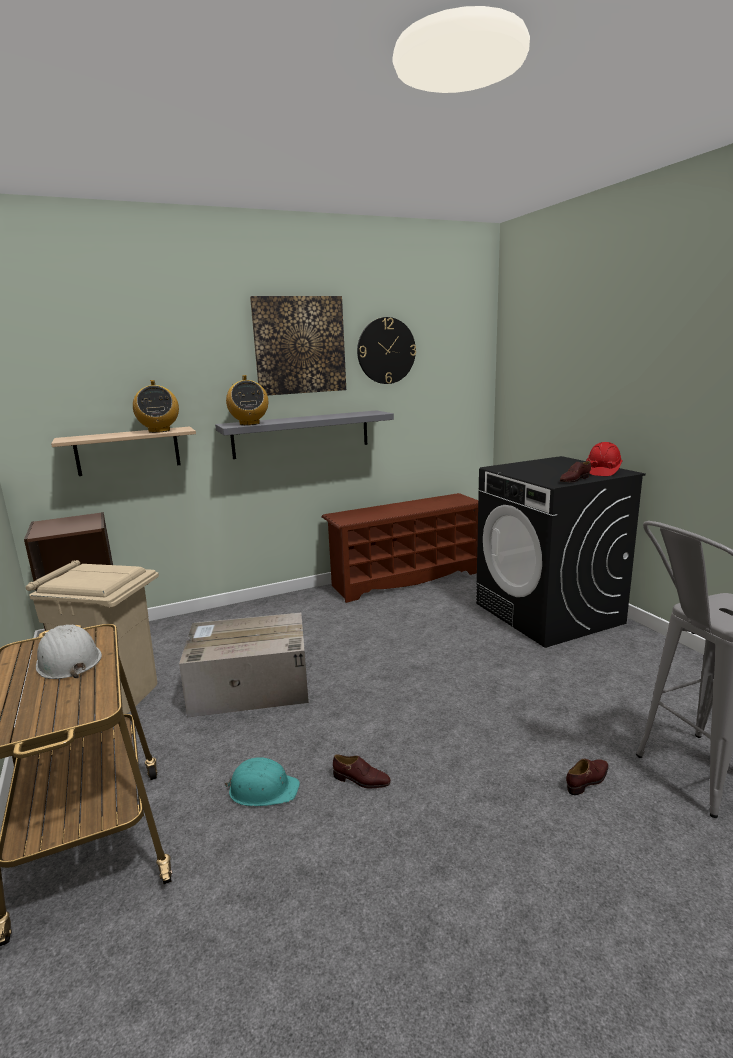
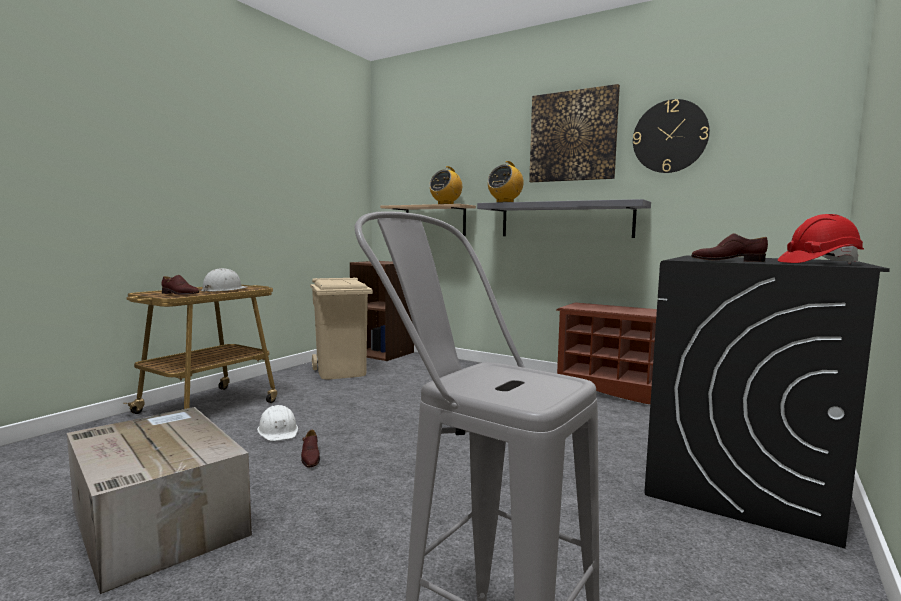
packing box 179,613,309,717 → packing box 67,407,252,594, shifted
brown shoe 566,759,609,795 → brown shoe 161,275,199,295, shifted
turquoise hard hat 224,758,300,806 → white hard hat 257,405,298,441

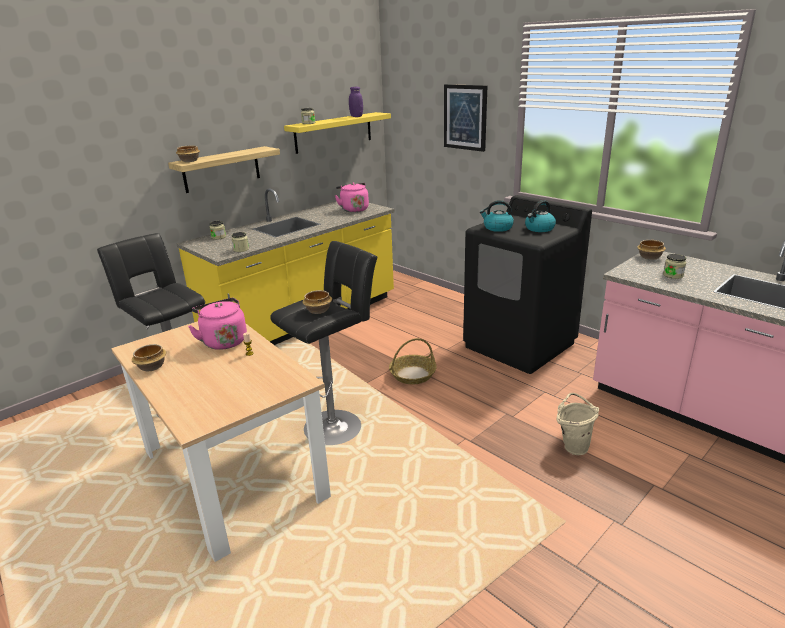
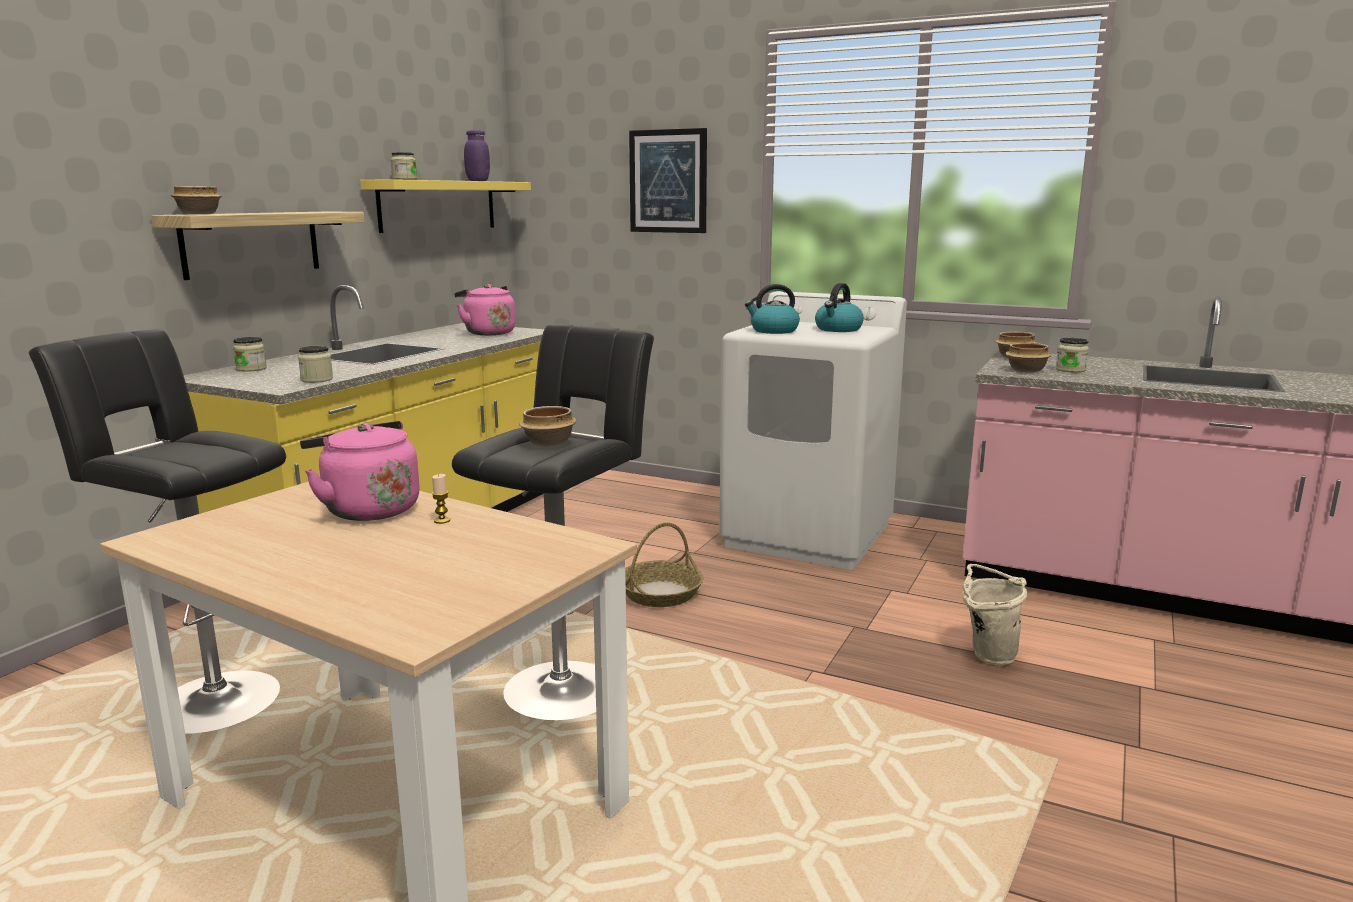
serving bowl 132,344,167,371 → serving bowl 1005,343,1052,372, shifted
blackish laundry appliance 463,195,592,374 → white laundry appliance 719,291,907,570

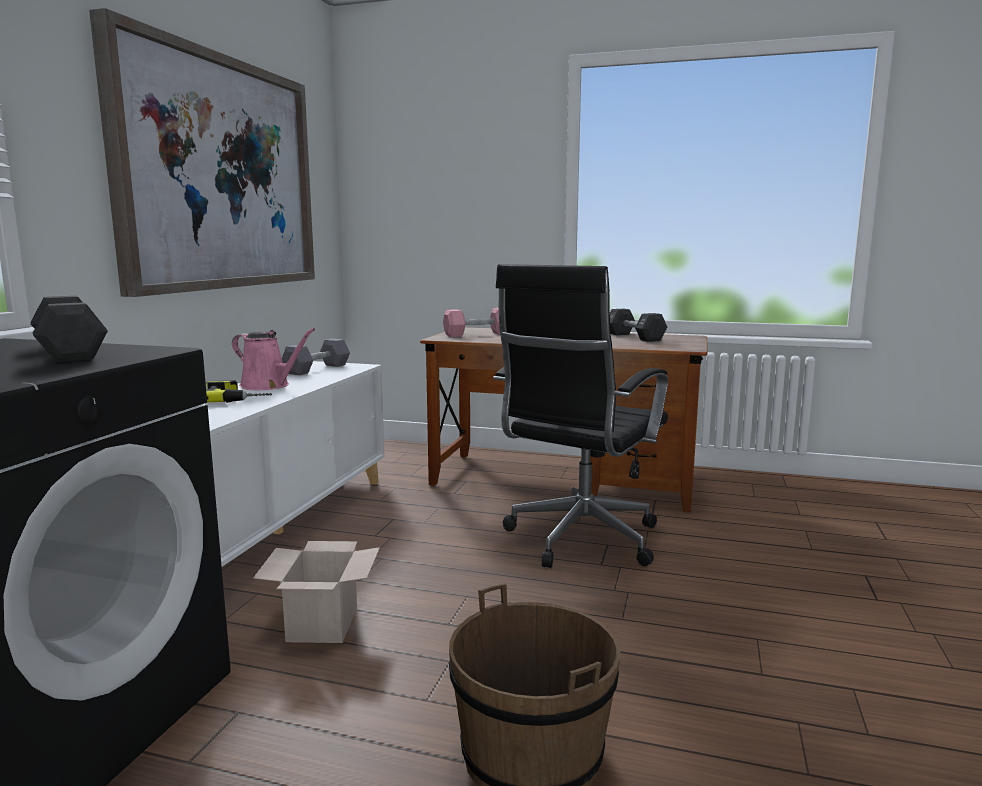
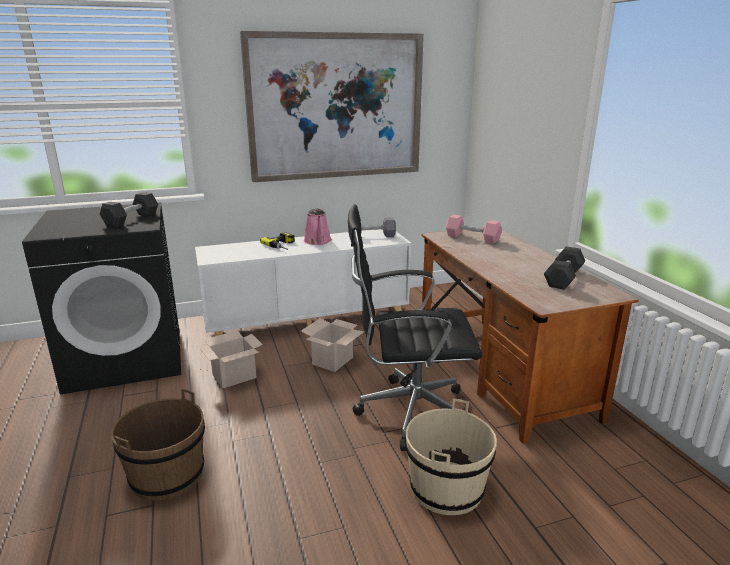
- → packing box 301,318,364,372
- → sand-coloured water bucket 405,398,497,515

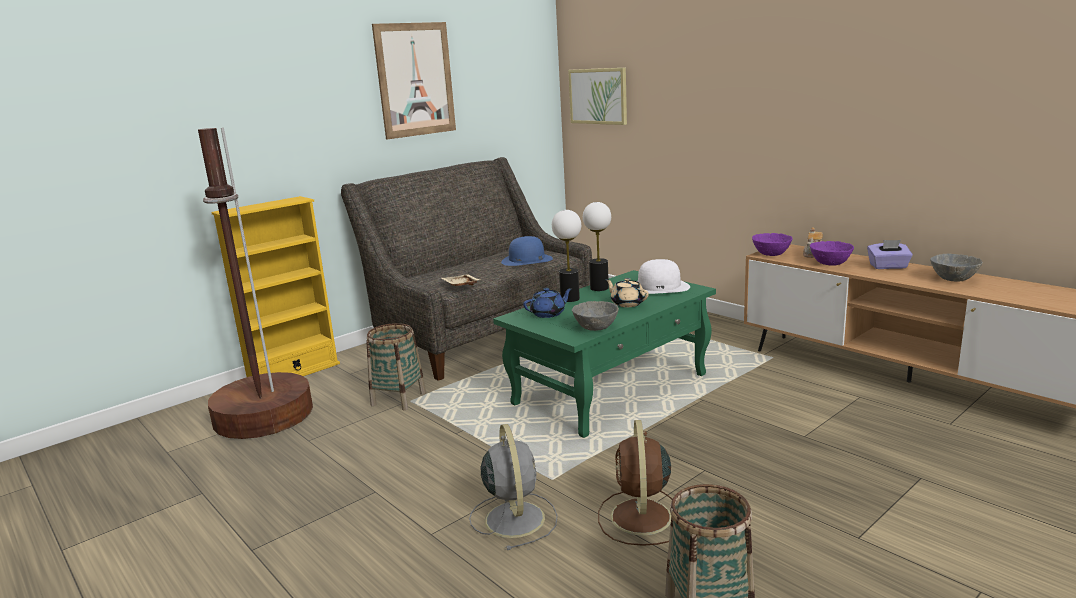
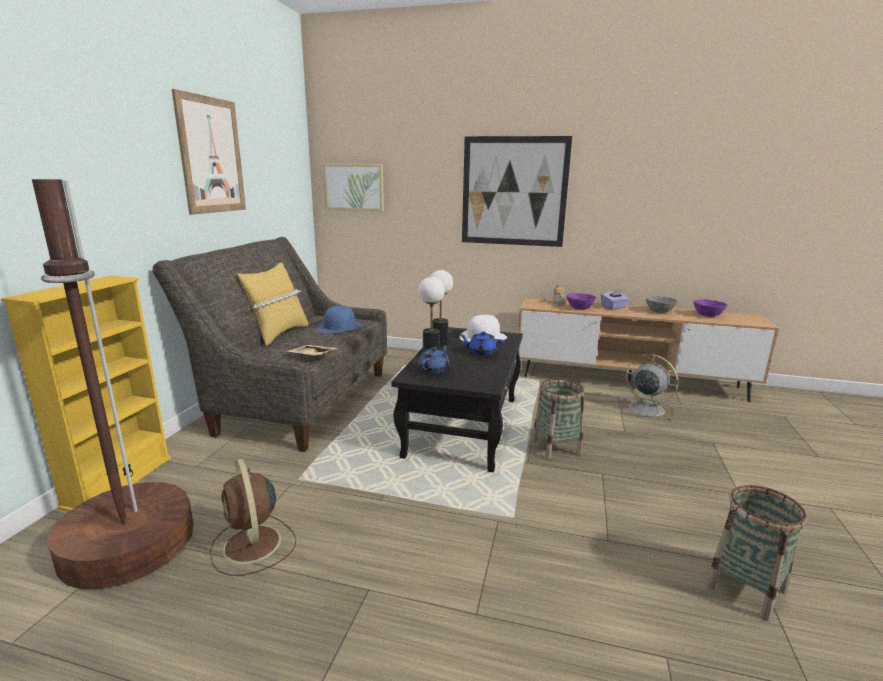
gray serving bowl 572,301,619,331 → -
- → yellowish pillow 238,262,308,346
- → picture 462,136,572,247
household basket 366,323,426,410 → household basket 532,379,584,460, shifted
gray fan 469,424,558,550 → gray fan 619,354,678,420, shifted
brown fan 598,420,672,546 → brown fan 210,458,296,576, shifted
purple-coloured serving bowl 752,233,793,256 → purple-coloured serving bowl 693,299,727,317, shifted
green lounge table 493,270,716,438 → blackish lounge table 391,327,523,472
sand-coloured teapot 605,278,649,307 → bluish teapot 459,331,504,356

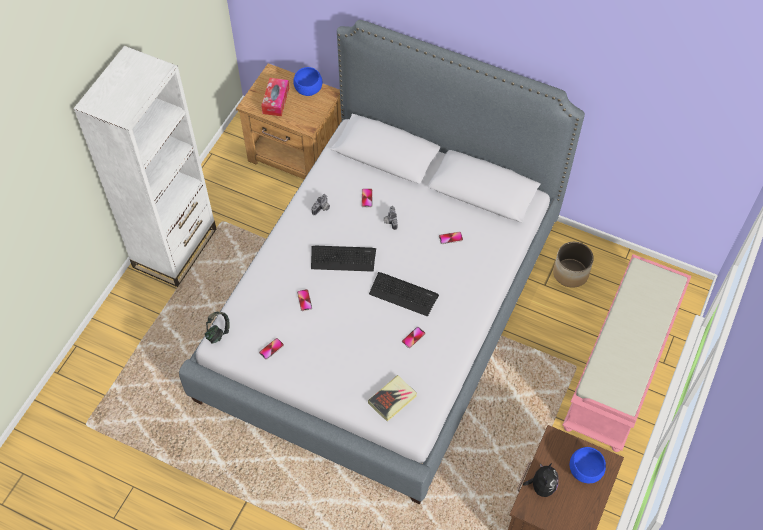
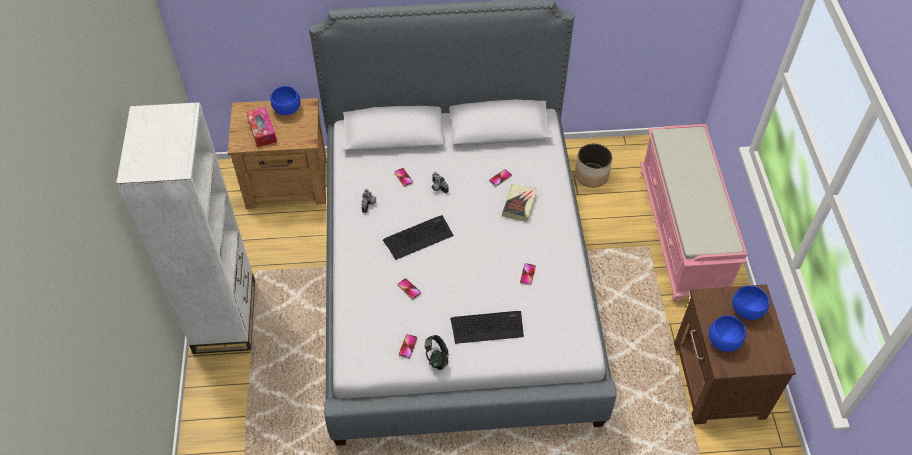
headset 205,312,230,344 → headset 425,335,449,370, shifted
volume 368,375,417,422 → volume 502,184,537,222, shifted
computer keyboard 369,272,439,317 → computer keyboard 450,311,524,344, shifted
cuddly toy 523,463,559,497 → bluish serving bowl 709,315,746,352

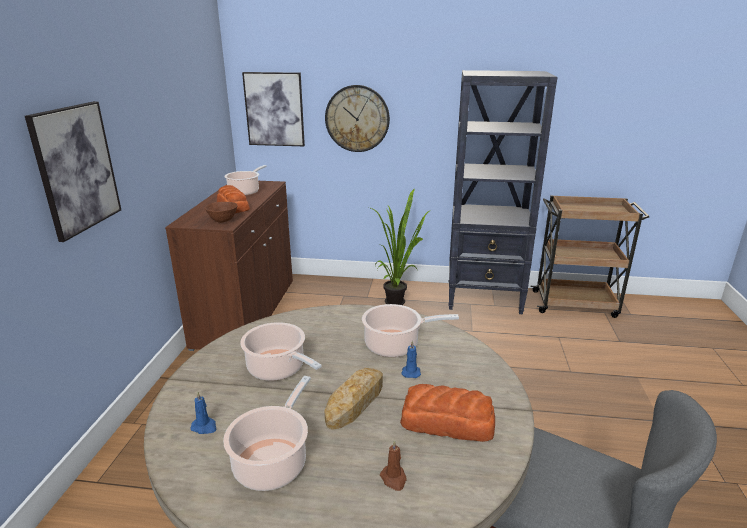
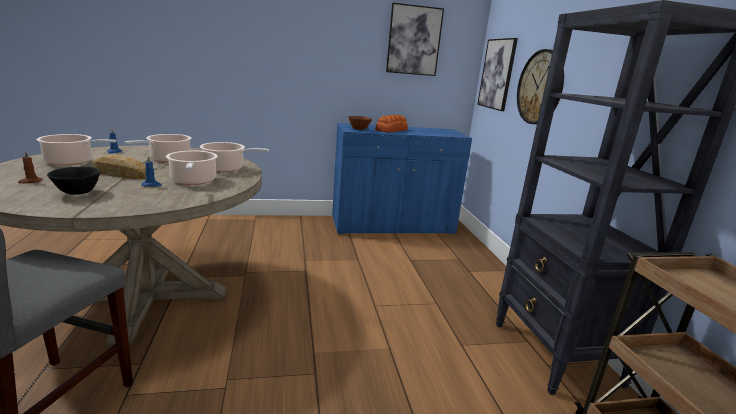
houseplant 369,189,431,305 → -
picture 25,101,121,242 → picture 386,3,444,76, shifted
stockpot 224,165,267,196 → stockpot 200,142,269,172, shifted
baked bread 400,384,495,442 → blackish serving bowl 47,167,101,195
brown cabinet 165,181,293,351 → bluish cabinet 332,123,472,234

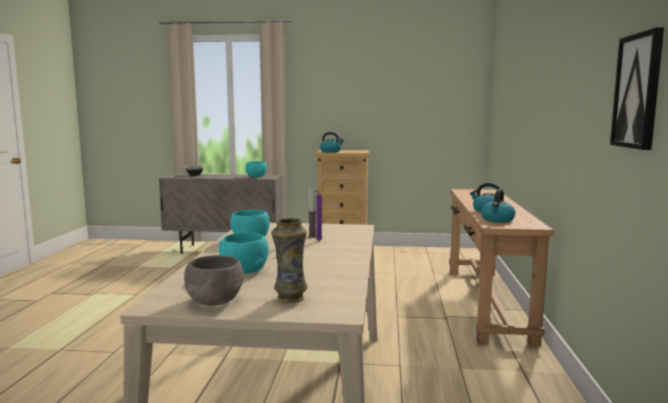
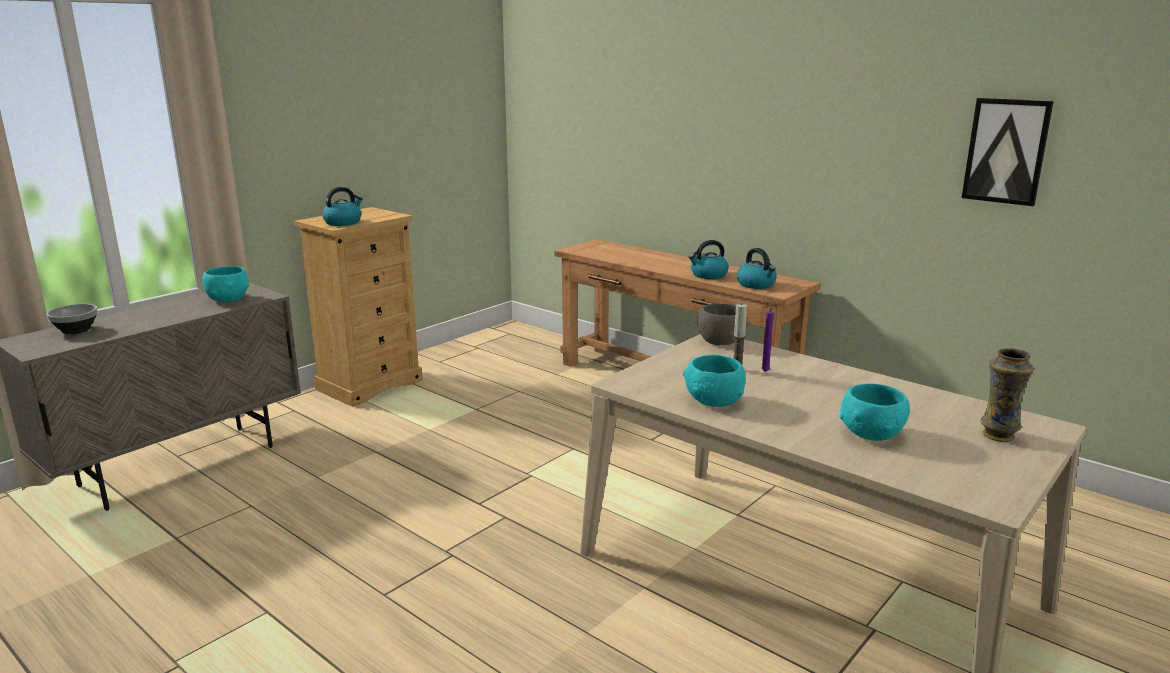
gray serving bowl 184,255,244,306 → gray serving bowl 697,303,749,345, shifted

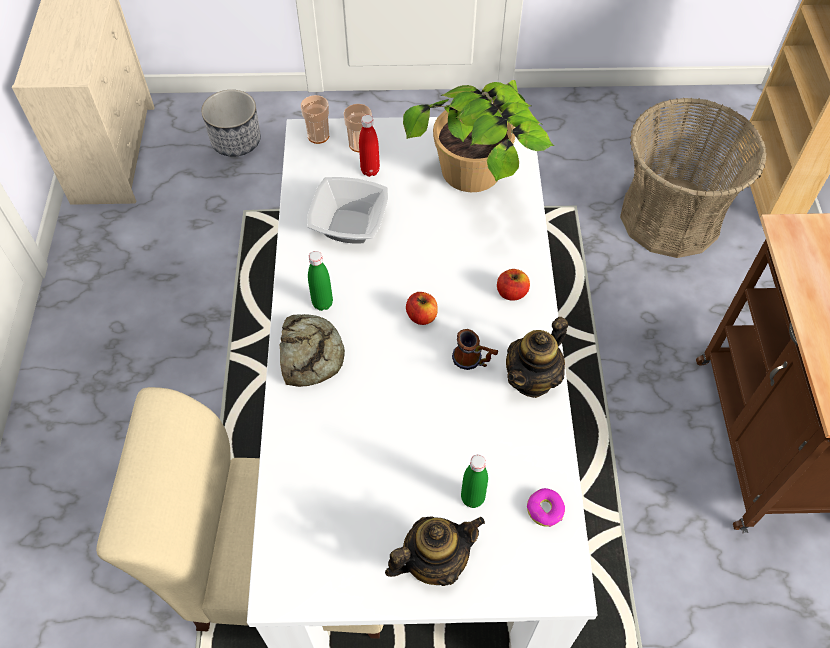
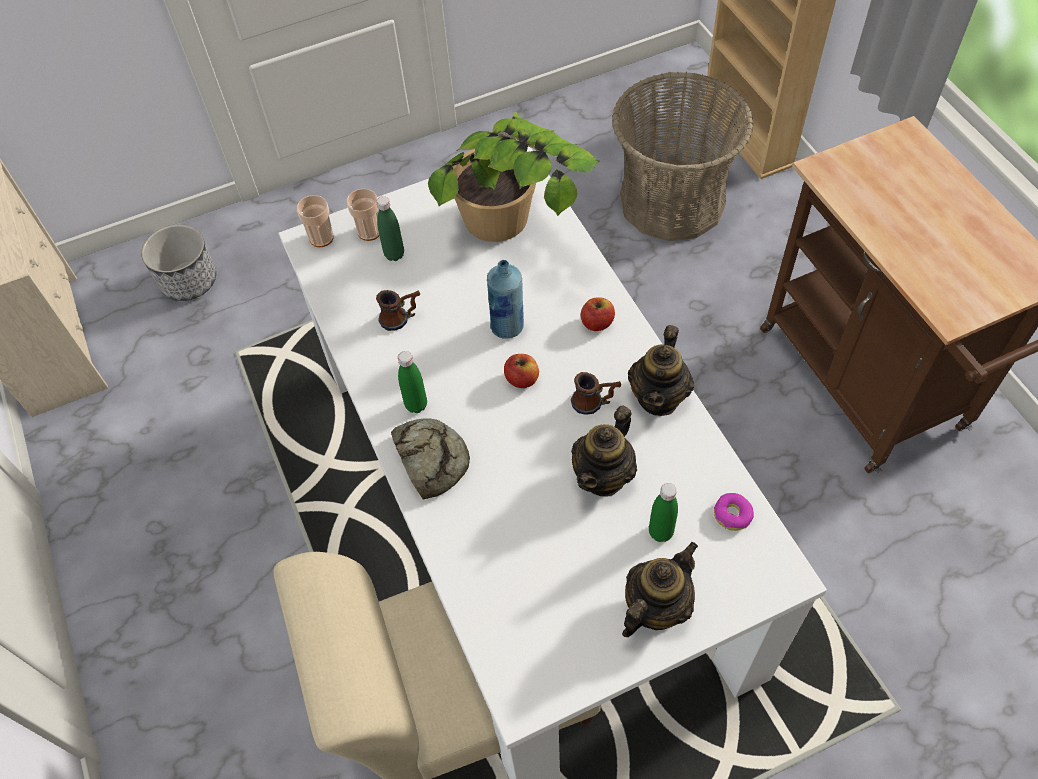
- → bluish drink bottle 487,260,524,339
- → teapot 571,405,637,497
serving bowl 307,177,388,244 → coffee mug 376,290,420,331
red-coloured drink bottle 359,115,380,177 → green drink bottle 376,196,404,261

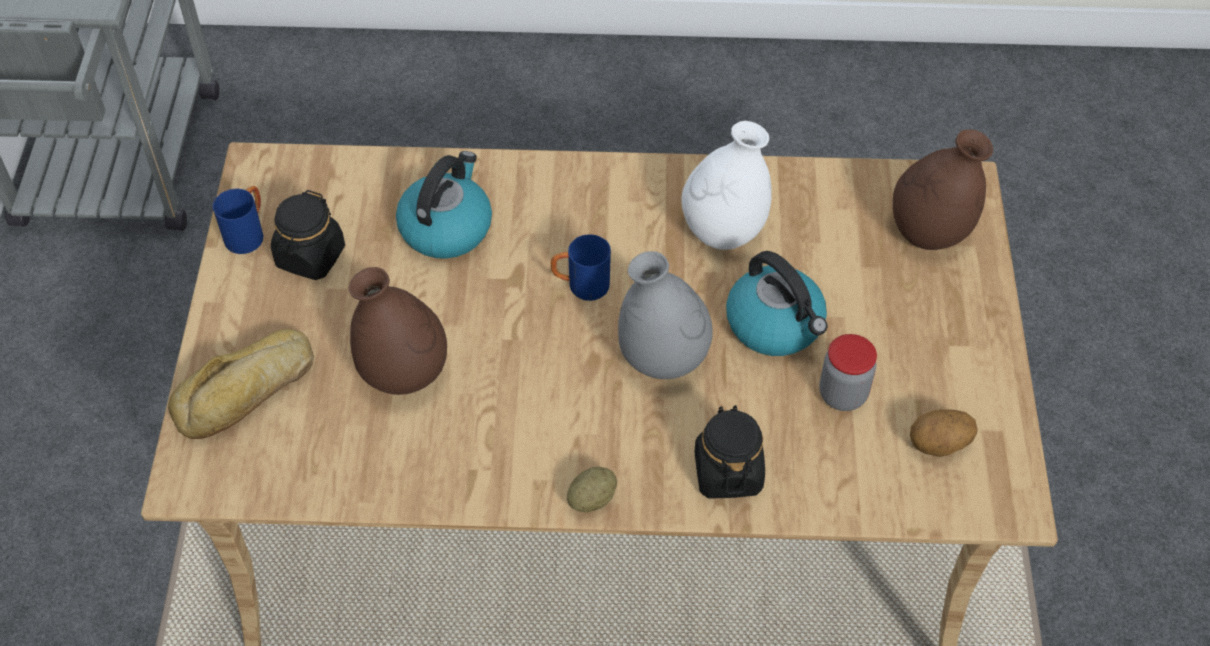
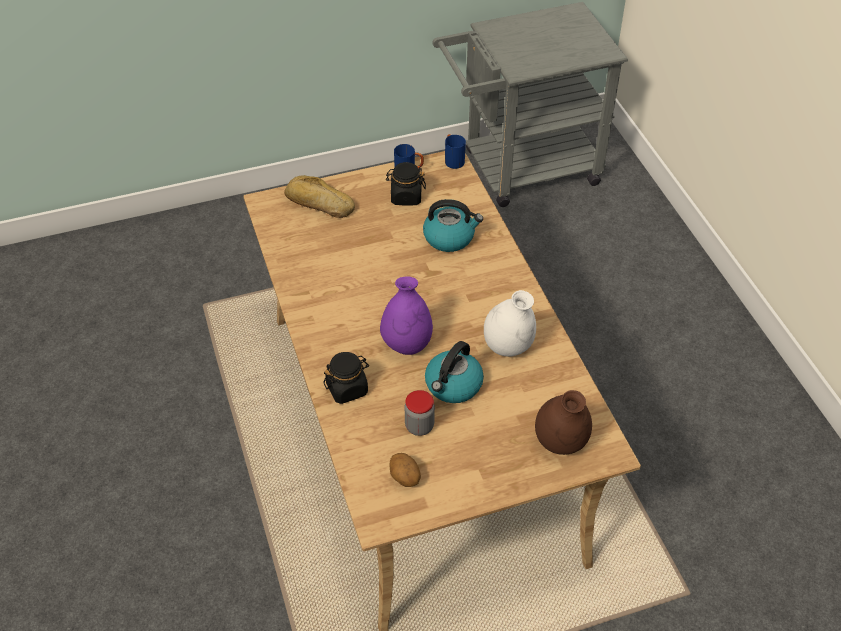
brown decorative vase 349,267,447,395 → -
whole potato 567,467,617,512 → -
bluish coffee mug 551,234,611,301 → bluish coffee mug 445,134,466,169, shifted
gray decorative vase 618,251,713,379 → purple-coloured decorative vase 380,277,433,355

